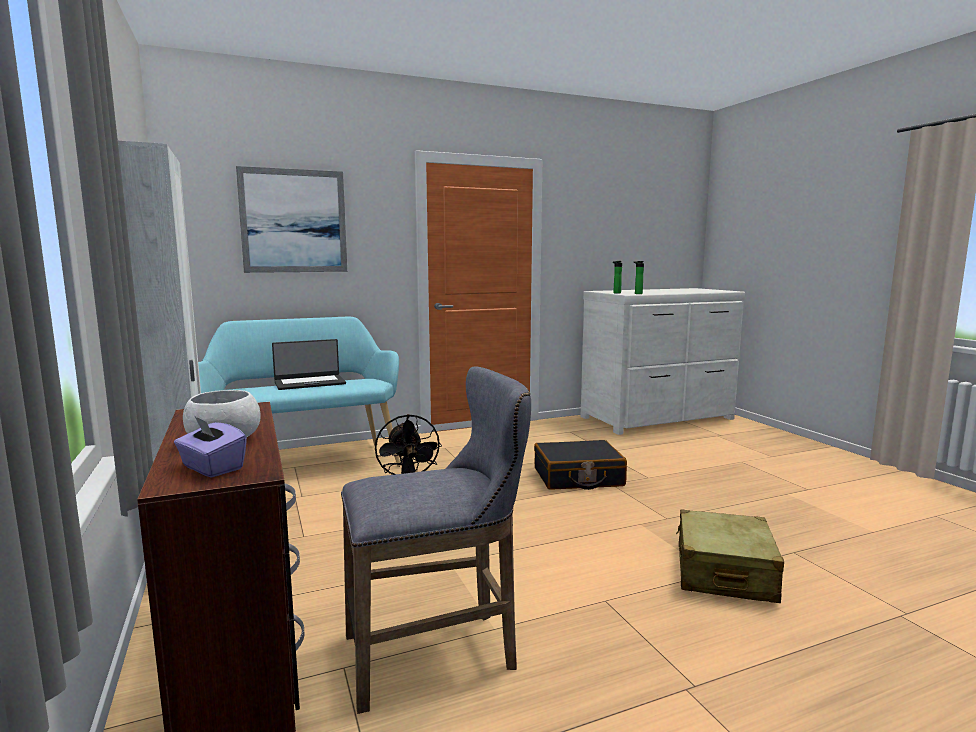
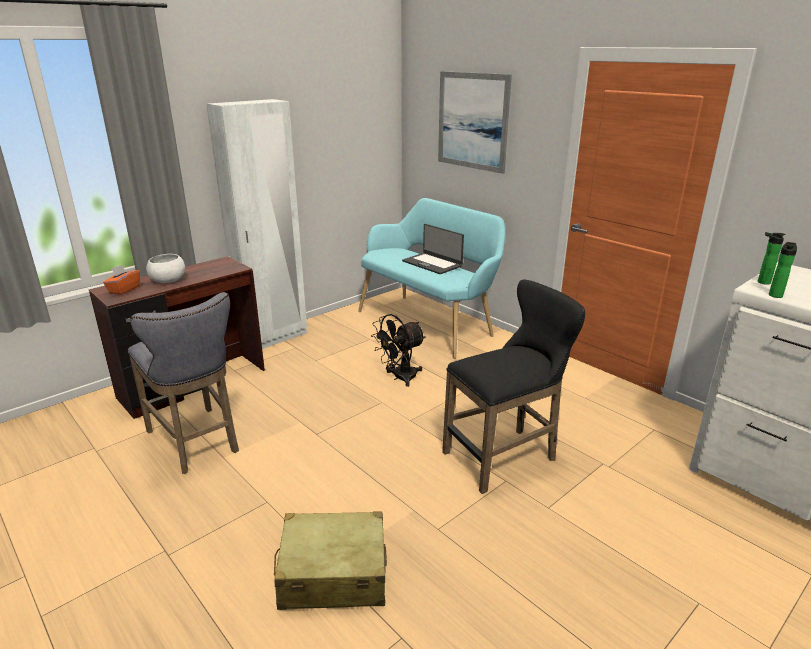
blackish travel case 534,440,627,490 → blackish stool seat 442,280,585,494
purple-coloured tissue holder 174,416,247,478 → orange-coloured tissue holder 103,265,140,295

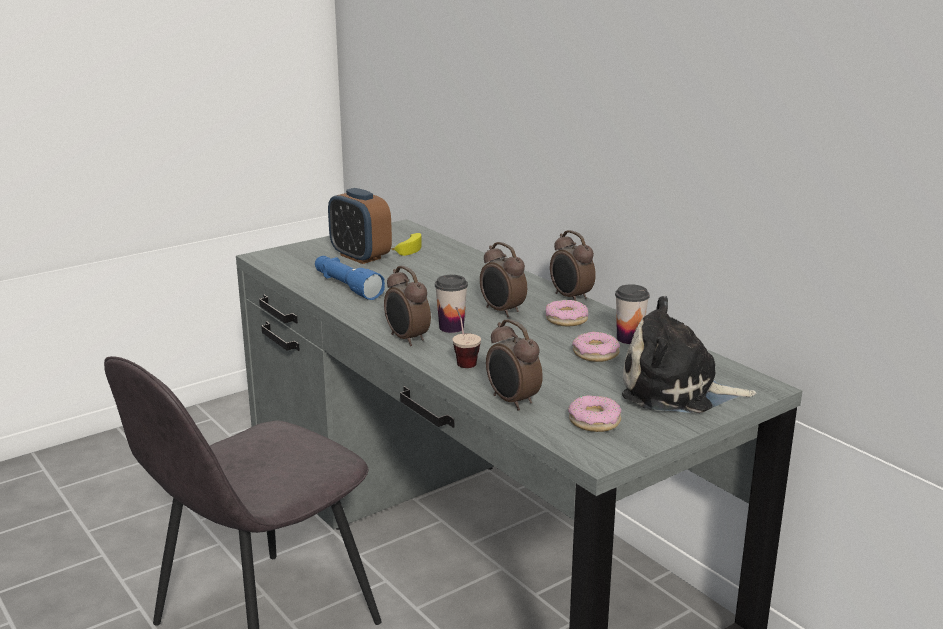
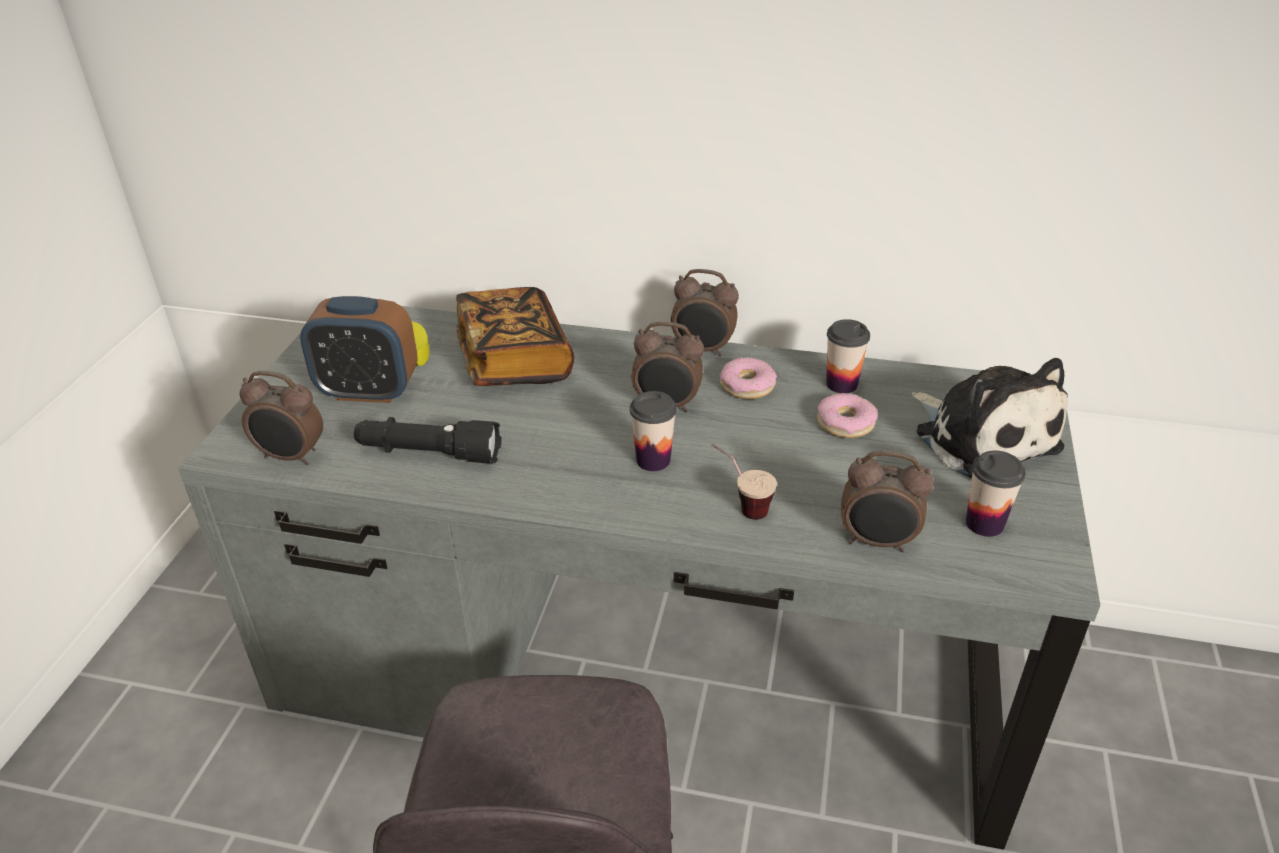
- → volume 456,287,574,386
bedside clock 384,266,431,346 → bedside clock 240,371,323,465, shifted
ring doughnut 568,395,621,432 → cup 966,451,1026,537
bluish flashlight 315,256,385,300 → blackish flashlight 354,417,501,464
cuddly toy 622,296,756,413 → cuddly toy 912,358,1068,479, 90 degrees counterclockwise

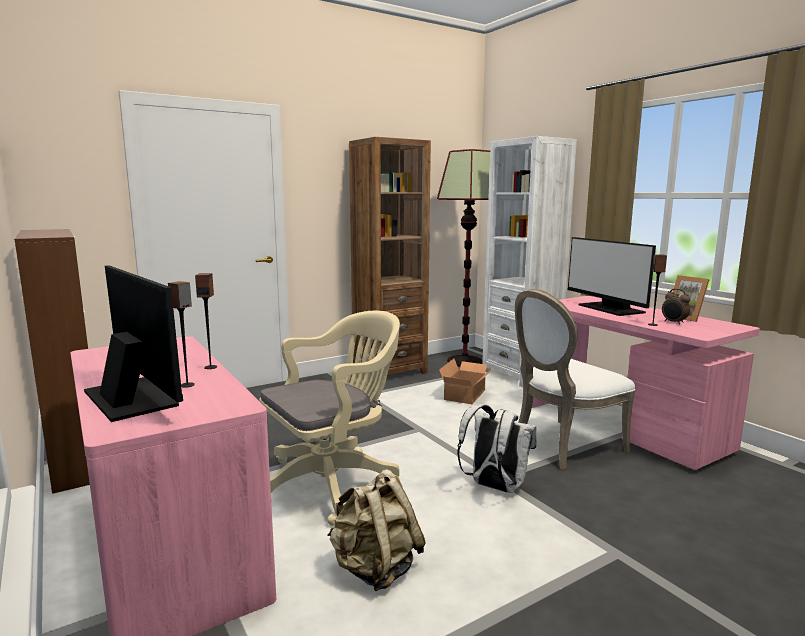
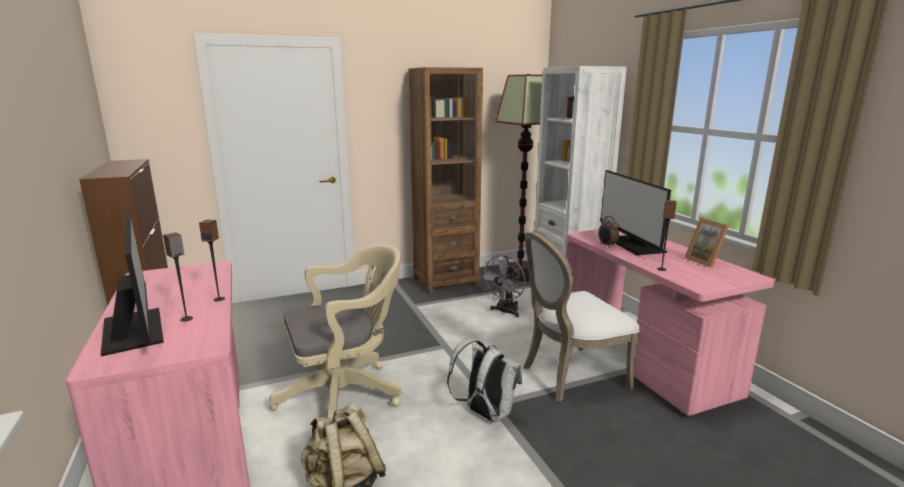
bedside clock 662,289,690,325 → bedside clock 598,216,619,248, shifted
packing box 439,359,494,404 → gray fan 481,255,526,317

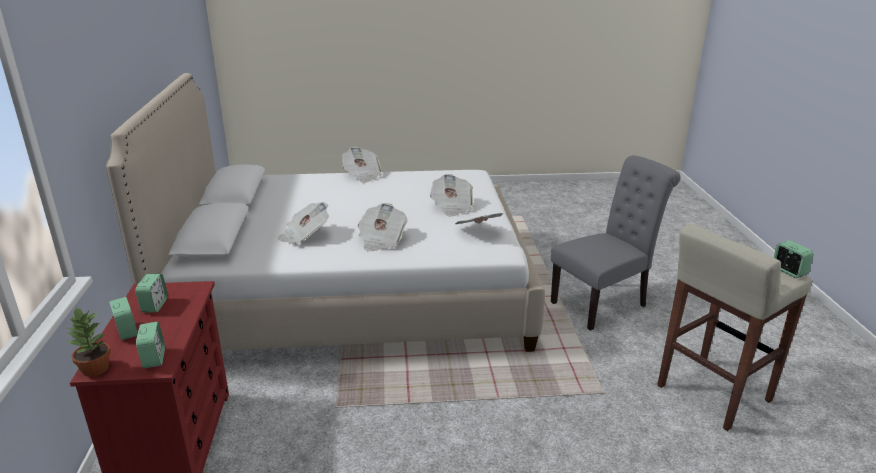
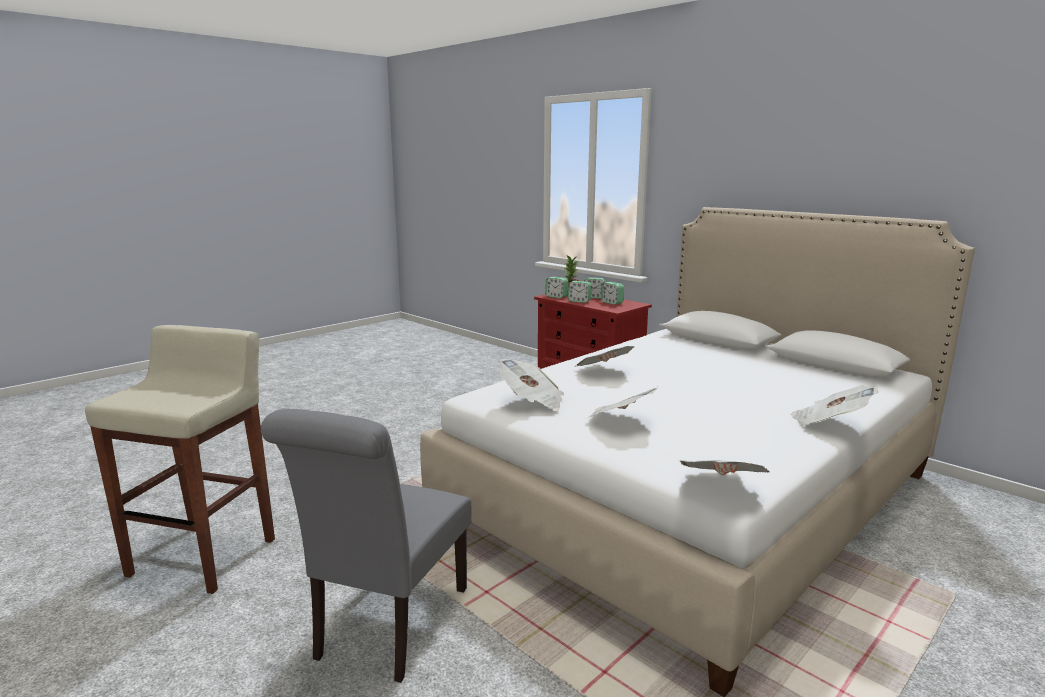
newspaper 278,202,329,245 → newspaper 679,460,769,475, shifted
bedside clock 774,240,813,278 → bedside clock 568,281,592,303, shifted

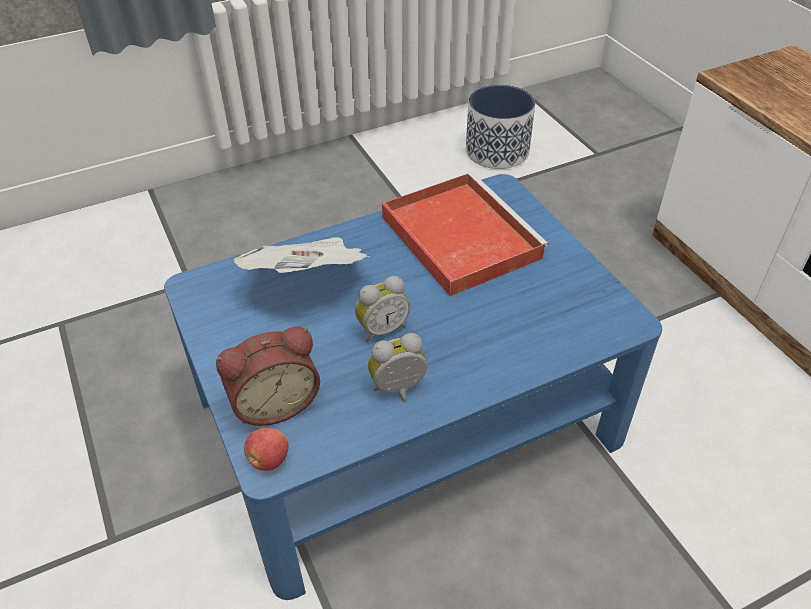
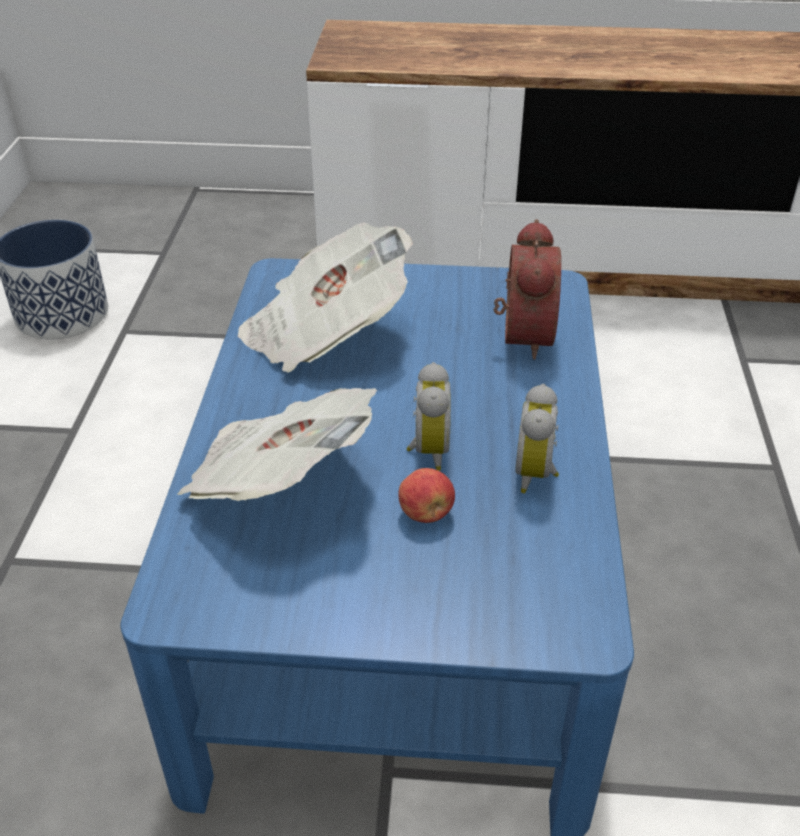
bedside clock 216,327,320,426 → bedside clock 494,219,561,360, shifted
apple fruit 244,428,289,471 → apple fruit 398,468,455,523, shifted
red-coloured tray 382,172,549,296 → newspaper 238,222,413,373

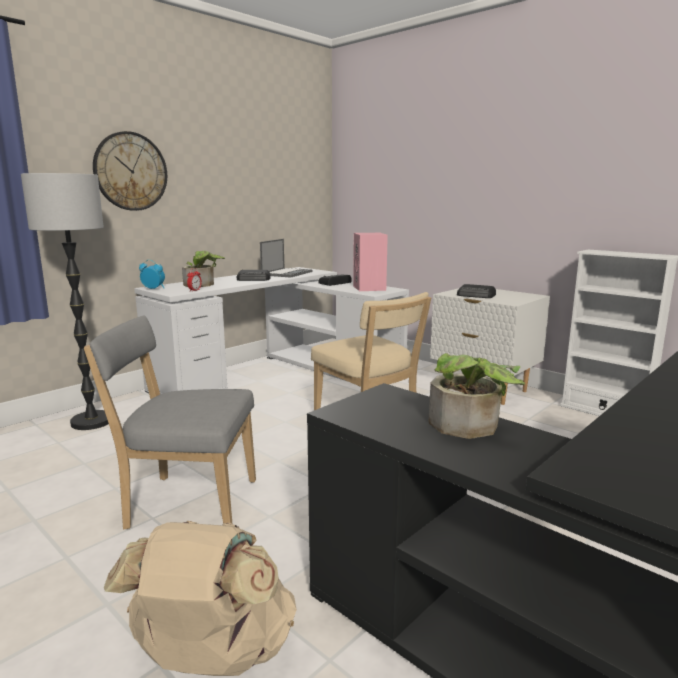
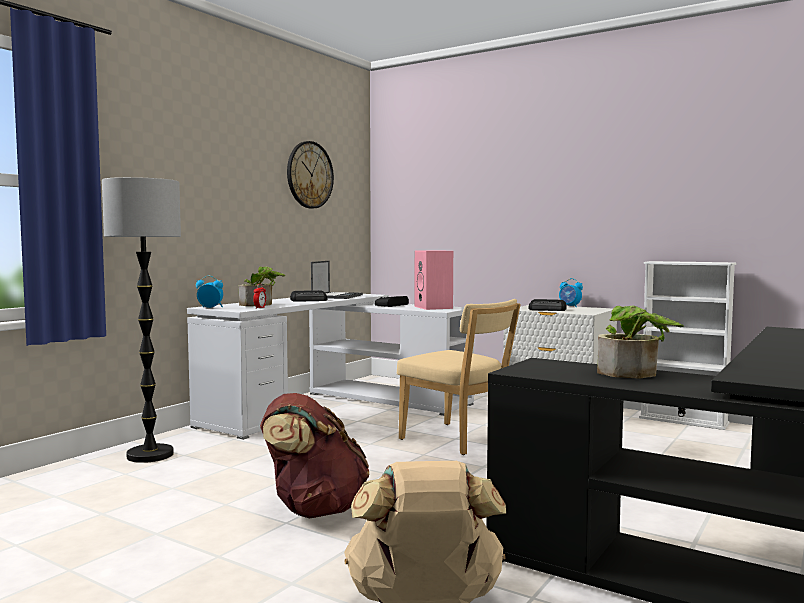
- → bedside clock 559,278,583,307
clock on the wall 93,131,167,211 → clock on the wall 287,141,334,209, shifted
gray chair 84,316,256,529 → brown rucksack 260,393,370,518

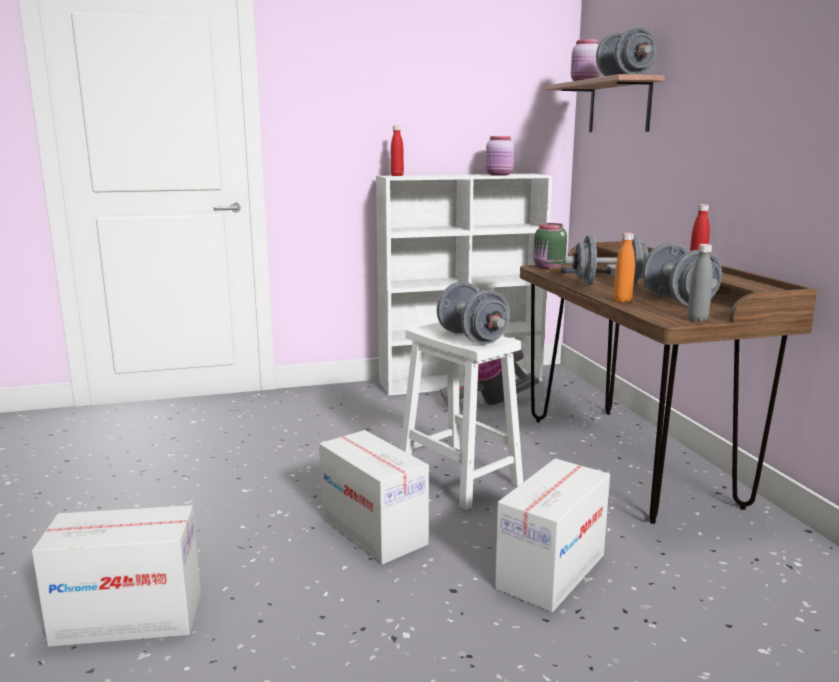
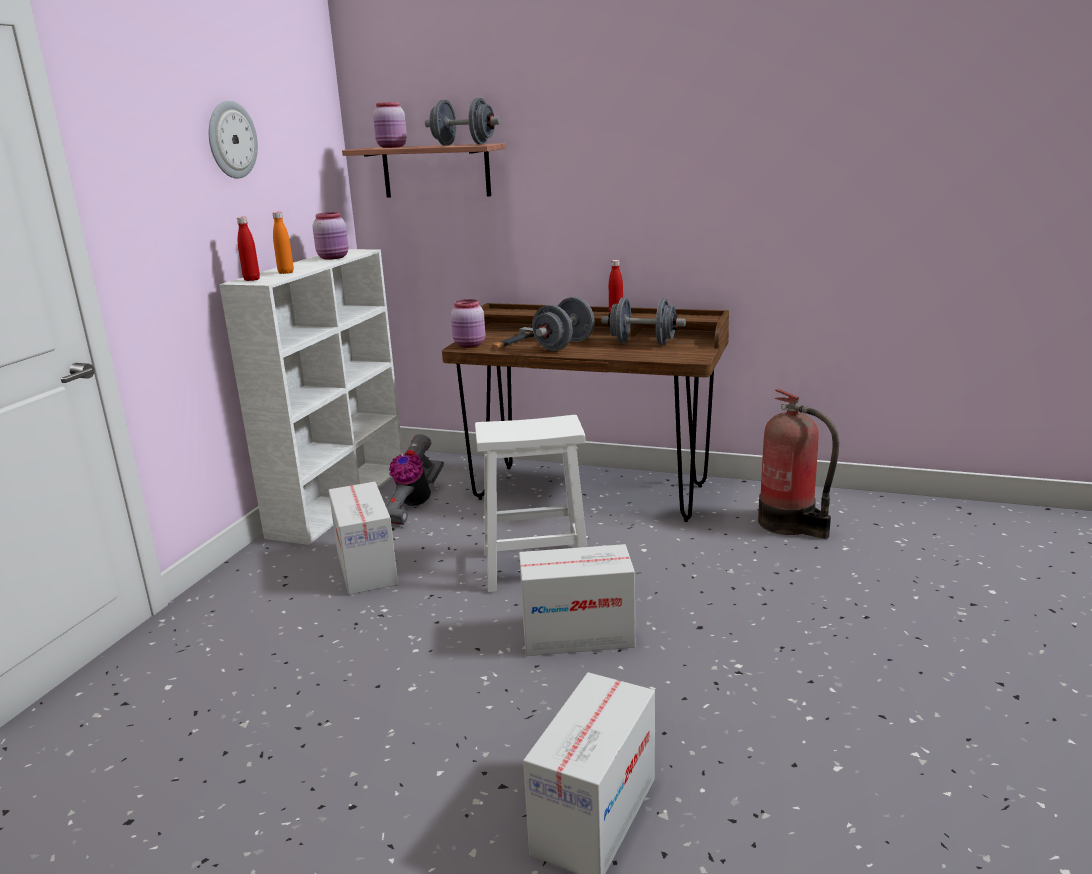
gray free weight 437,282,510,345 → -
gray drink bottle 687,244,713,322 → -
- → clock on the wall 209,101,258,179
- → fire extinguisher 758,389,839,539
packing box 495,458,610,612 → packing box 328,482,398,595, shifted
orange-coloured drink bottle 614,233,635,302 → orange-coloured drink bottle 272,212,294,274, shifted
green jar 533,223,567,269 → pink jar 451,299,485,348

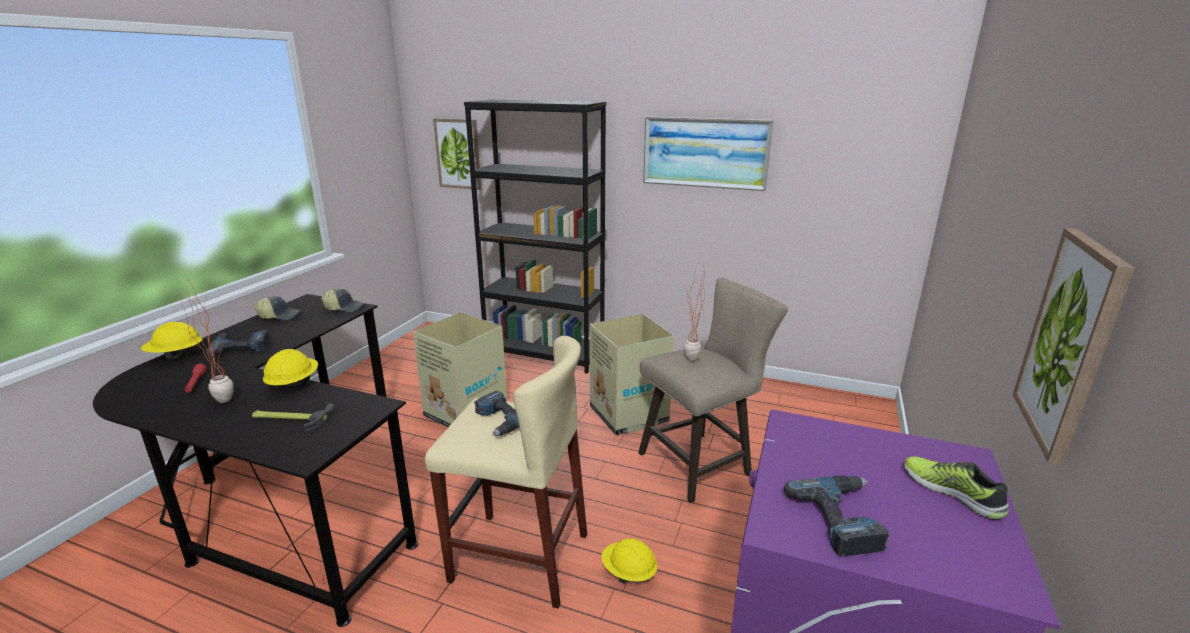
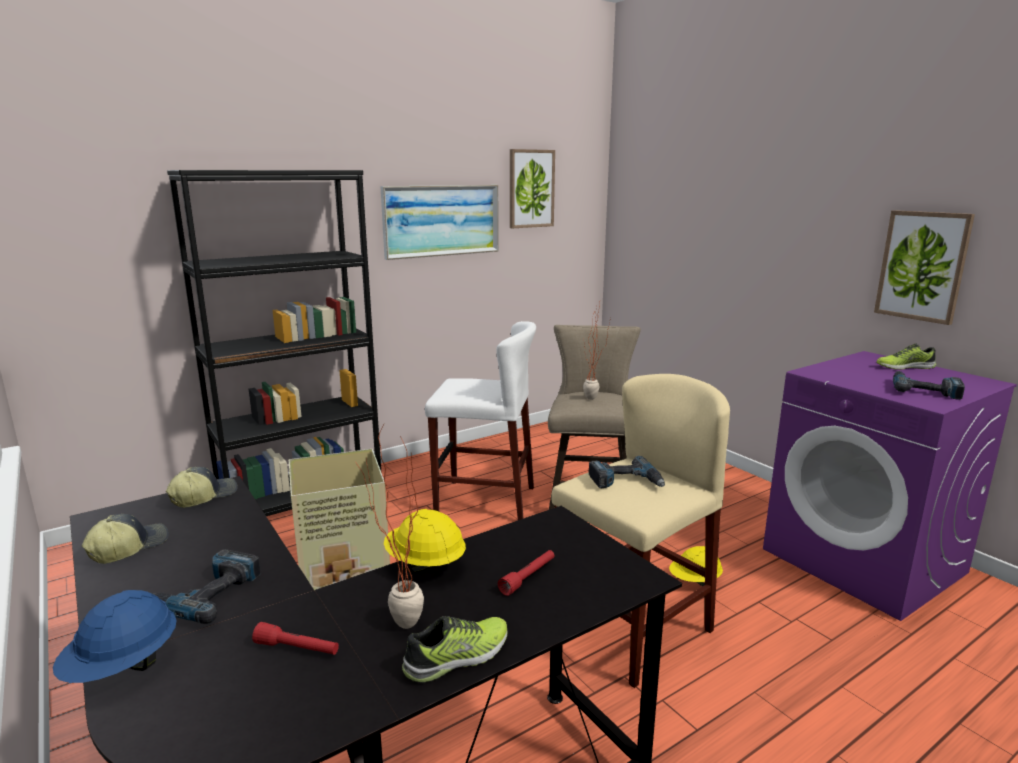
- → shoe 402,616,507,683
picture 433,119,481,190 → picture 510,149,555,228, shifted
hand hammer 252,404,335,432 → red-coloured flashlight 498,550,554,596
packing box 590,314,674,435 → white stool seat 425,321,536,520
yellowish hard hat 141,322,203,359 → bluish hard hat 53,590,177,683

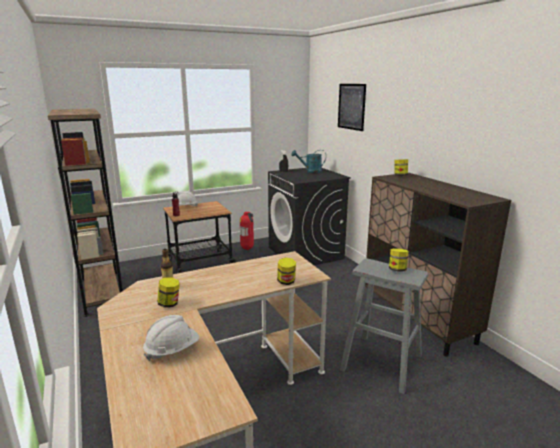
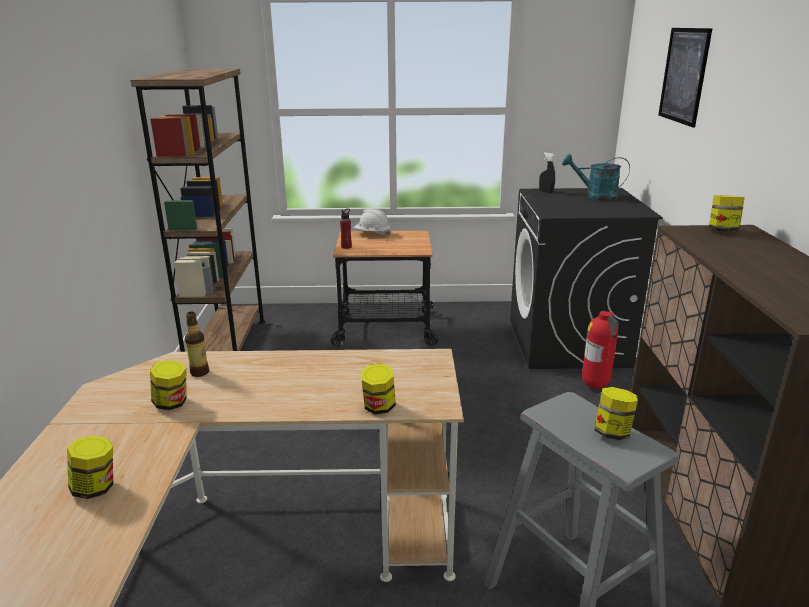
fire extinguisher 240,212,254,250 → fire extinguisher 582,311,619,389, shifted
white hard hat 143,315,199,361 → jar 67,436,113,499

